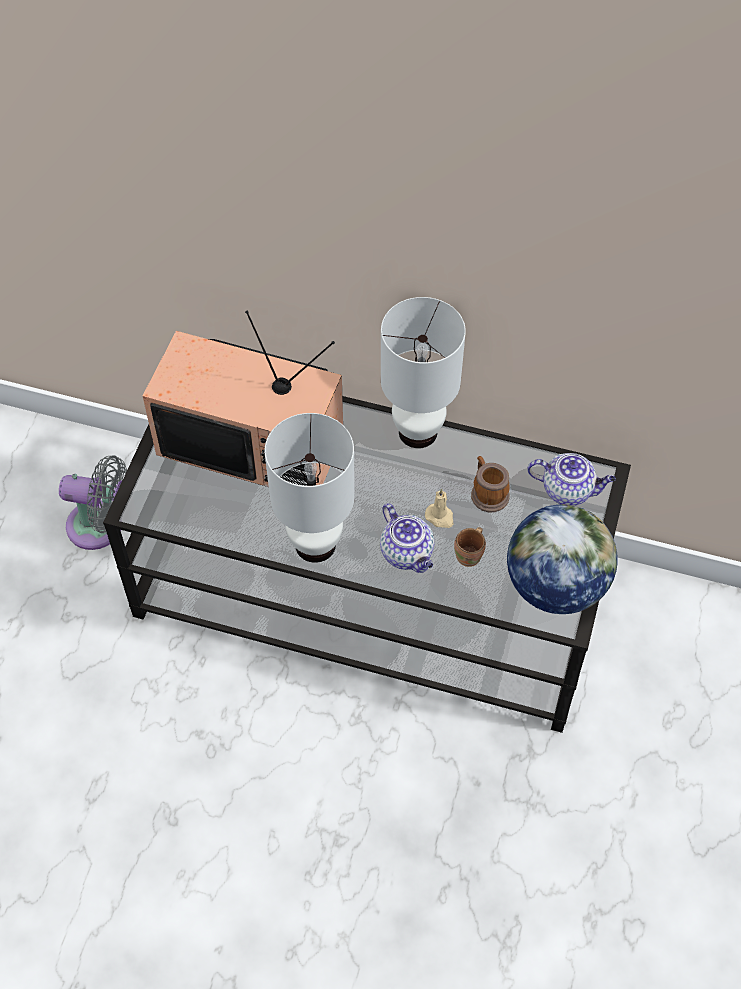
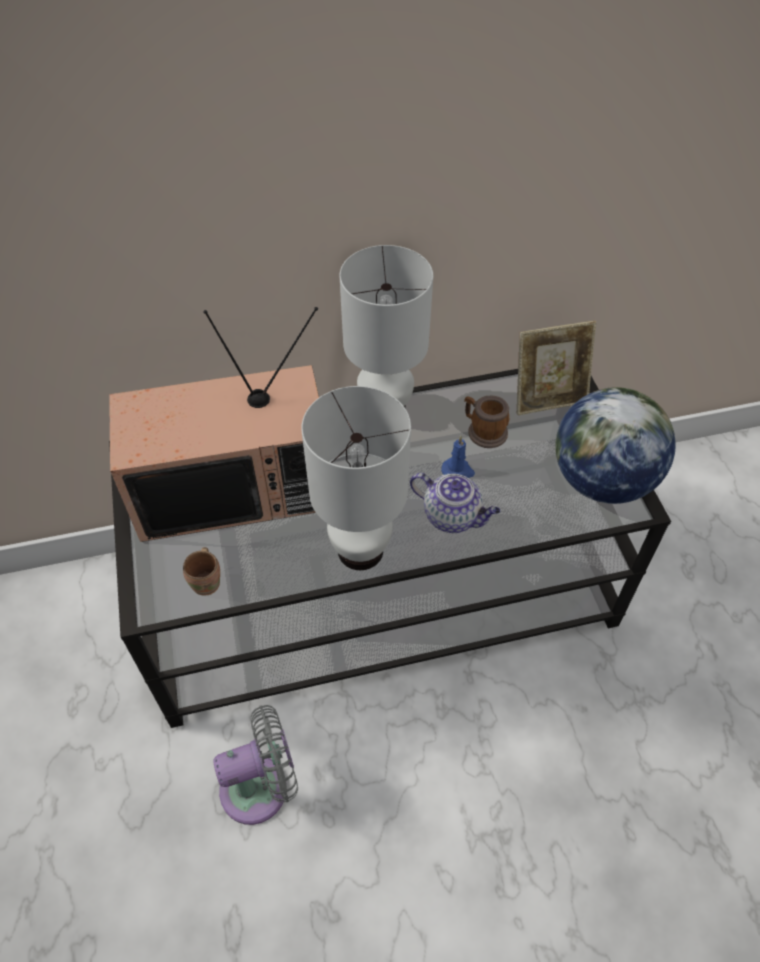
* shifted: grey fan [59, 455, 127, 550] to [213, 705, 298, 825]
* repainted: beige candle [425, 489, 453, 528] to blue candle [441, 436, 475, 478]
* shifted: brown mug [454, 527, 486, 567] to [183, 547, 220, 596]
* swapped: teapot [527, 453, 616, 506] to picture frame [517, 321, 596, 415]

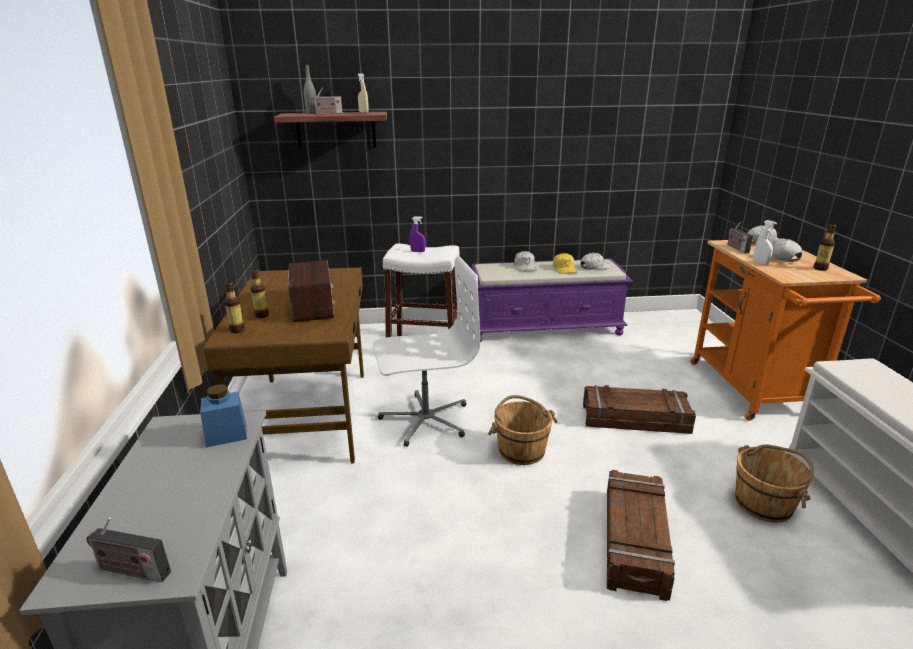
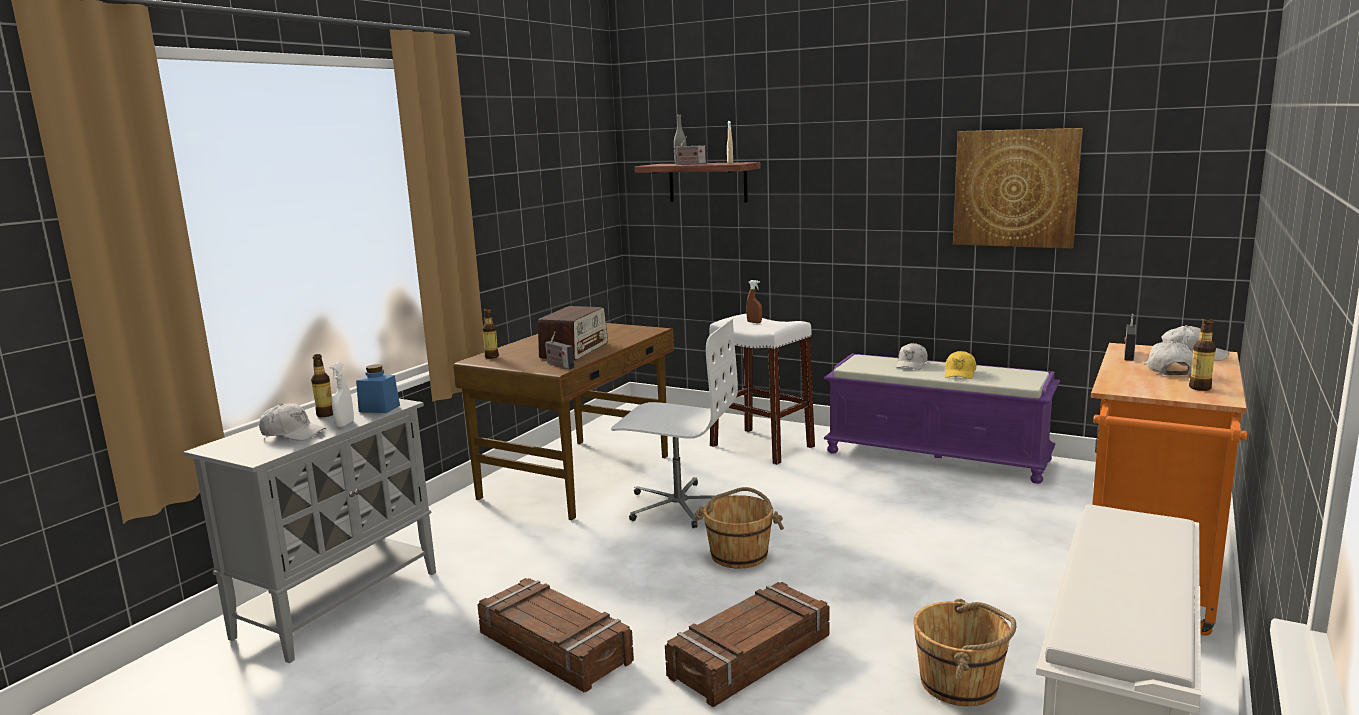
* shifted: radio [86, 518, 171, 582] to [545, 331, 574, 369]
* shifted: bottle [250, 269, 269, 318] to [311, 354, 333, 417]
* repainted: purple spray bottle [410, 216, 425, 252] to brown spray bottle [746, 280, 762, 323]
* shifted: white cap [581, 252, 611, 270] to [259, 403, 327, 441]
* shifted: crate [583, 385, 696, 434] to [477, 578, 634, 692]
* shifted: white spray bottle [753, 220, 777, 265] to [329, 363, 354, 427]
* new: picture [953, 128, 1083, 249]

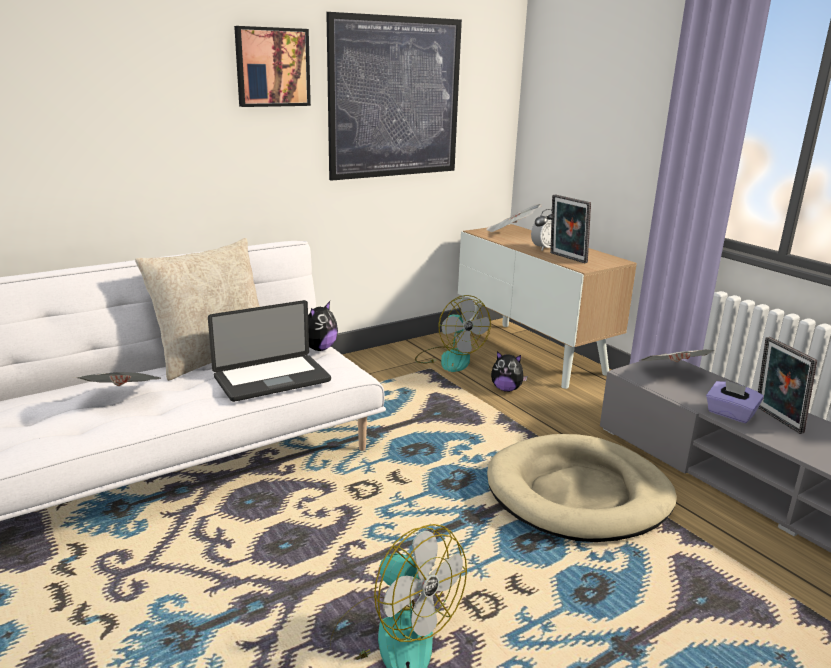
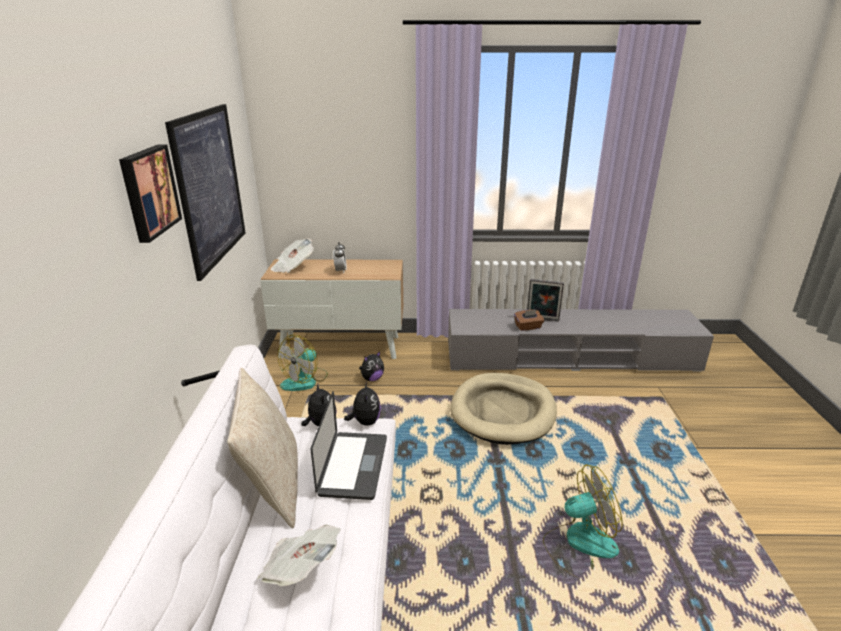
* rotated: fan [415, 295, 491, 372] = [278, 335, 328, 391] 120 degrees clockwise
* gone: picture frame [550, 194, 591, 263]
* gone: newspaper [639, 350, 714, 362]
* repainted: purple tissue box [706, 380, 764, 423] to brown tissue box [514, 310, 544, 331]
* new: plush toy [344, 381, 381, 426]

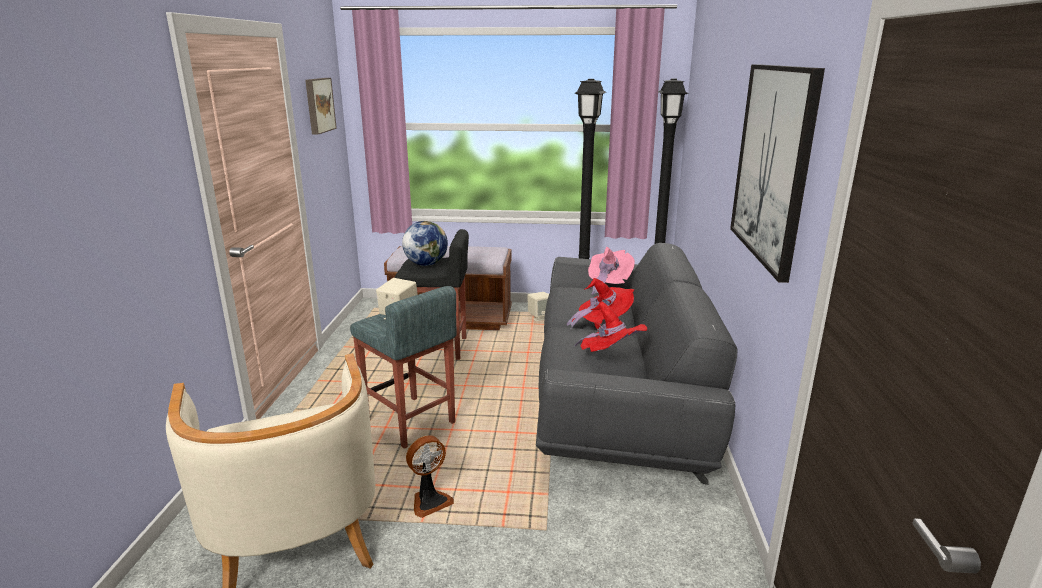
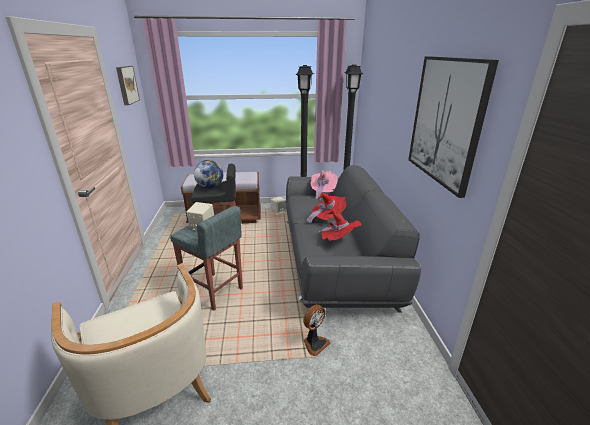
* shifted: fan [406, 435, 454, 518] to [303, 305, 330, 356]

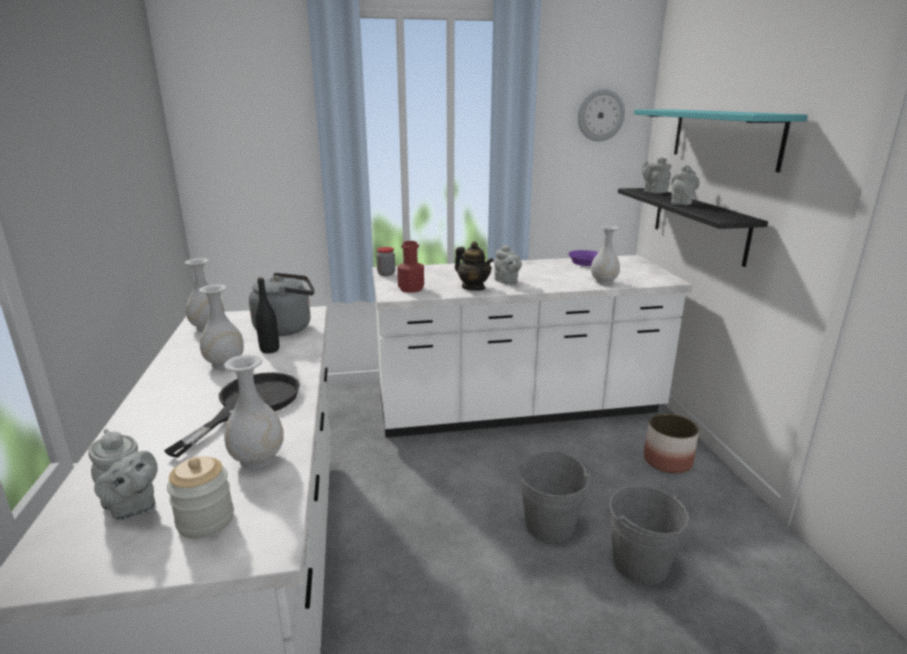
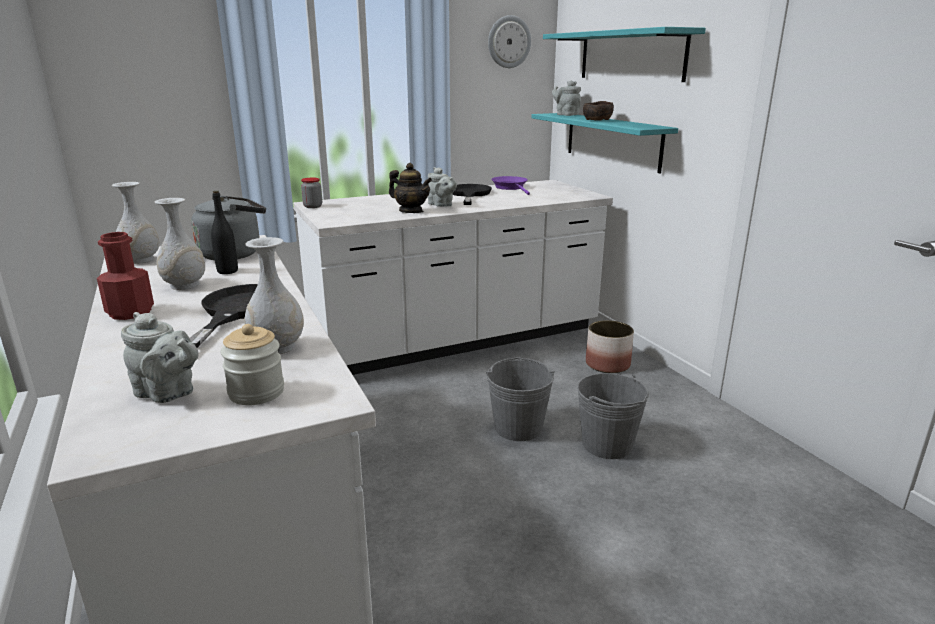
* shifted: red bottle [397, 241, 424, 293] to [97, 232, 154, 320]
* gone: white vase [591, 226, 620, 285]
* repainted: black shelf [618, 188, 768, 267] to turquoise shelf [531, 113, 678, 173]
* swapped: grey teapot [671, 165, 699, 205] to brown bowl [583, 101, 614, 121]
* new: black frying pan [452, 184, 492, 205]

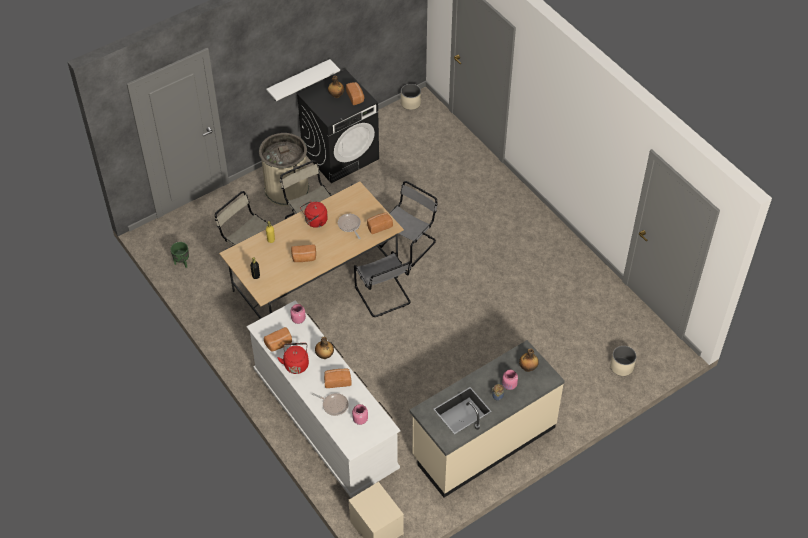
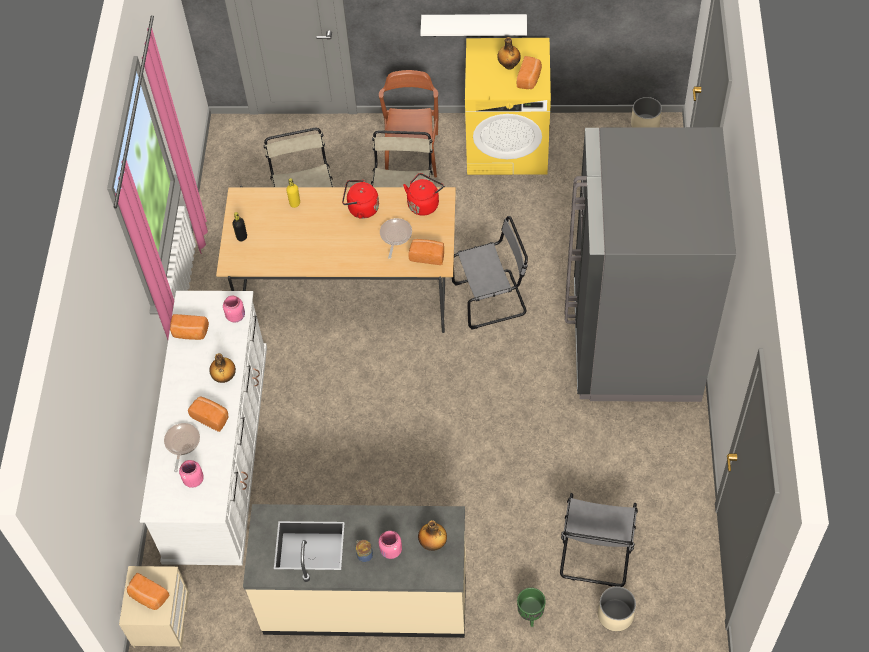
* shifted: green planter [170, 242, 189, 268] to [517, 588, 546, 627]
* swapped: beige trash can [259, 133, 309, 206] to brown chair [379, 70, 438, 178]
* shifted: red kettle [278, 343, 309, 374] to [403, 173, 444, 216]
* shifted: bread [291, 245, 316, 262] to [127, 573, 169, 610]
* repainted: black washing machine [296, 69, 379, 183] to yellow washing machine [465, 38, 551, 175]
* rotated: frying pan [312, 393, 349, 416] = [164, 423, 200, 472] 150 degrees counterclockwise
* shifted: grey chair [354, 251, 412, 317] to [560, 493, 638, 587]
* new: grey fridge [564, 127, 736, 402]

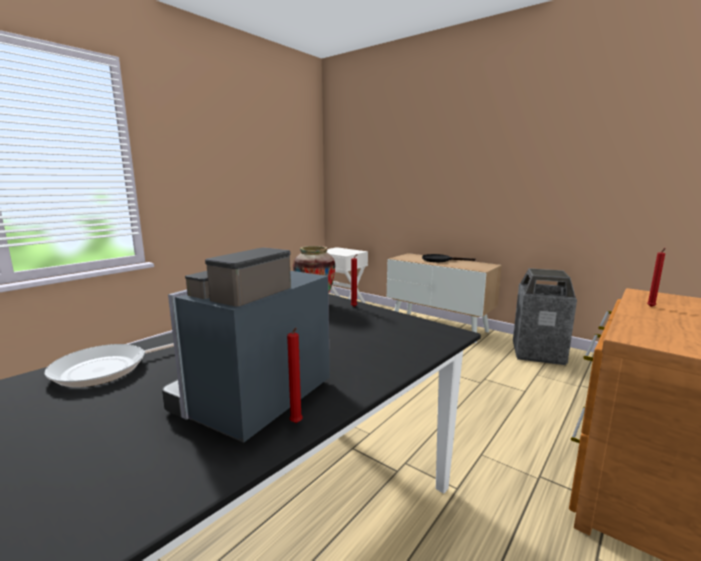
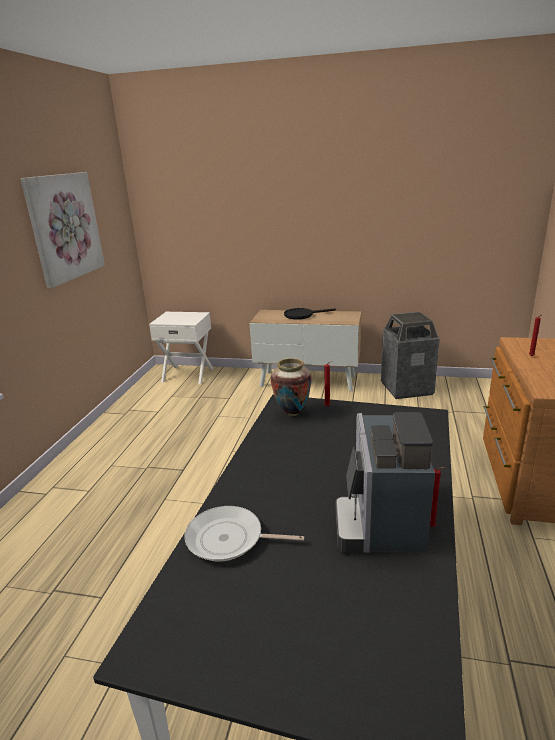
* rotated: frying pan [44, 343, 174, 387] = [185, 506, 304, 561] 75 degrees clockwise
* new: picture [20, 172, 105, 288]

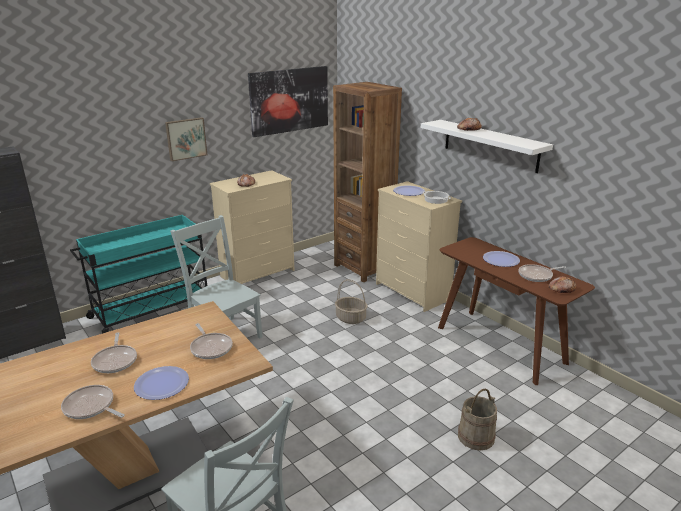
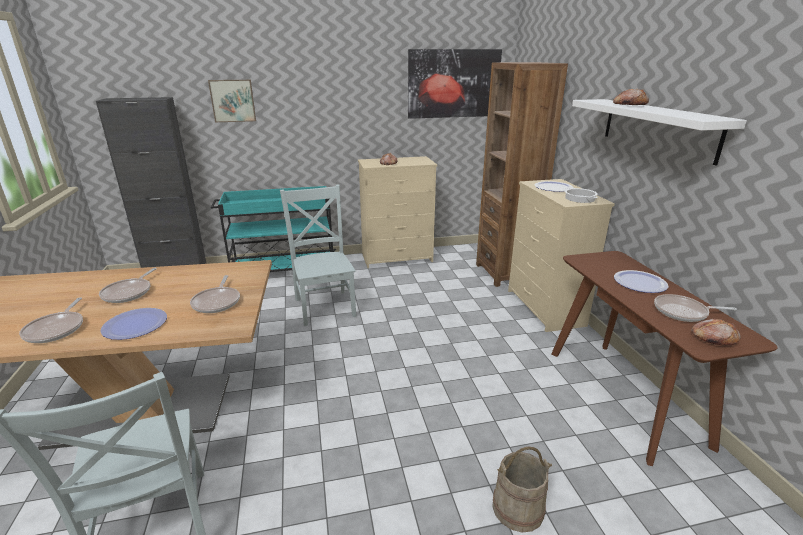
* rotated: frying pan [61, 385, 125, 419] = [19, 297, 83, 343] 150 degrees counterclockwise
* shifted: picture [165, 117, 207, 161] to [208, 80, 256, 122]
* gone: basket [335, 279, 367, 324]

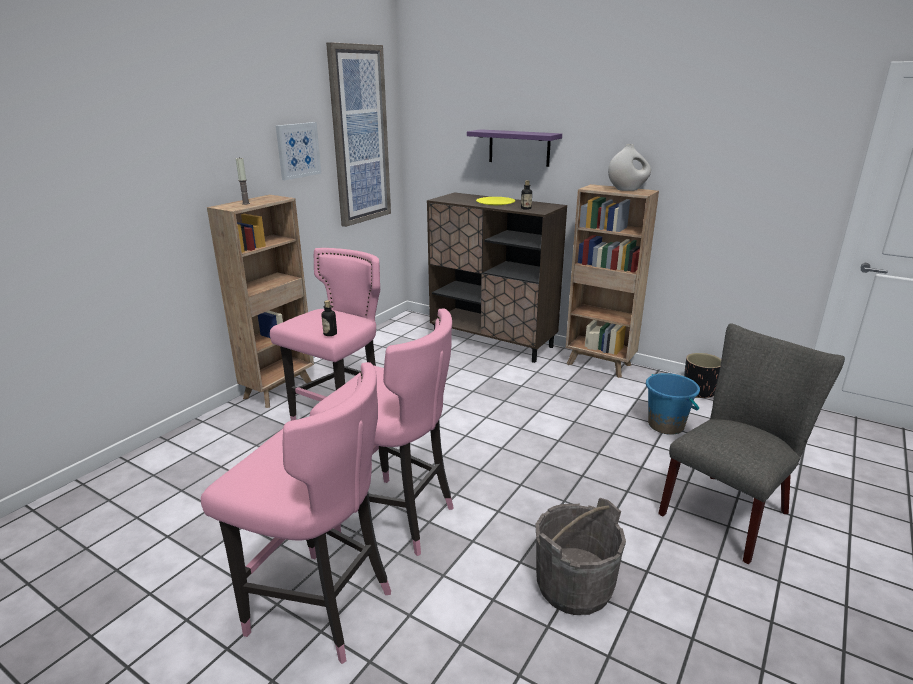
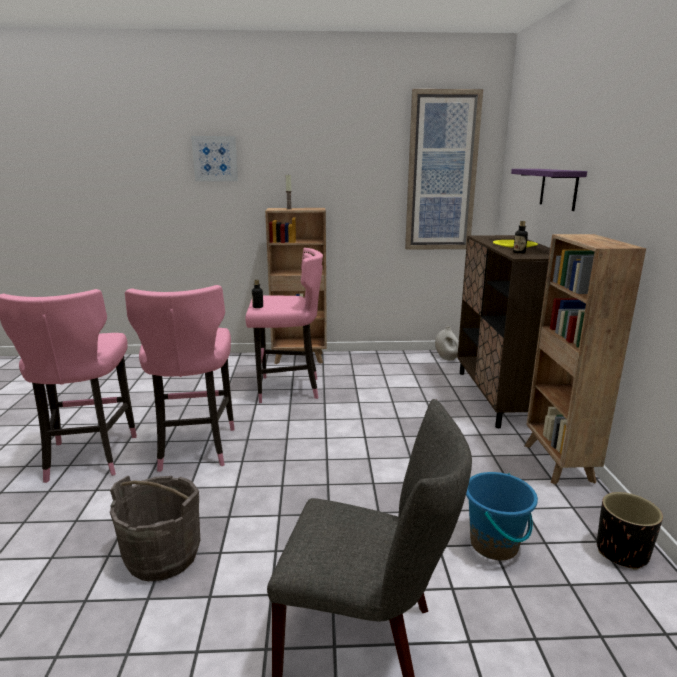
* shifted: picture [276, 122, 321, 180] to [191, 136, 238, 181]
* shifted: white vase [608, 144, 651, 191] to [435, 326, 459, 361]

